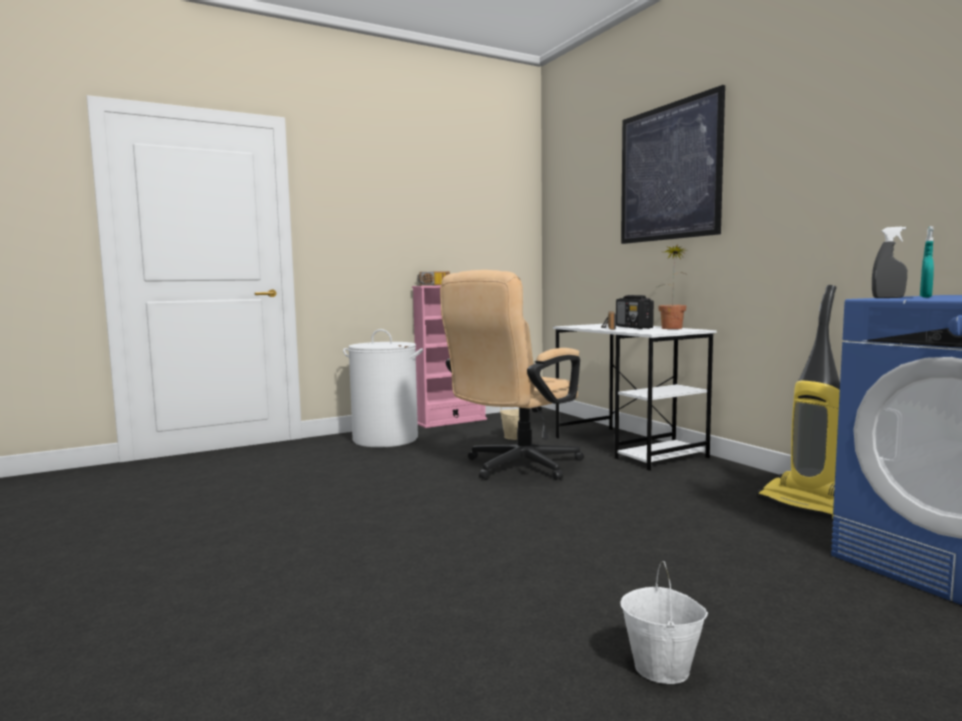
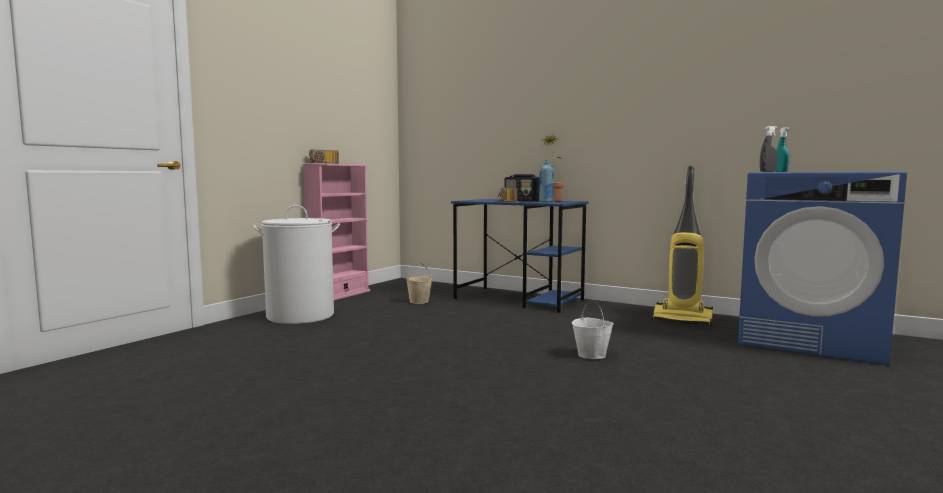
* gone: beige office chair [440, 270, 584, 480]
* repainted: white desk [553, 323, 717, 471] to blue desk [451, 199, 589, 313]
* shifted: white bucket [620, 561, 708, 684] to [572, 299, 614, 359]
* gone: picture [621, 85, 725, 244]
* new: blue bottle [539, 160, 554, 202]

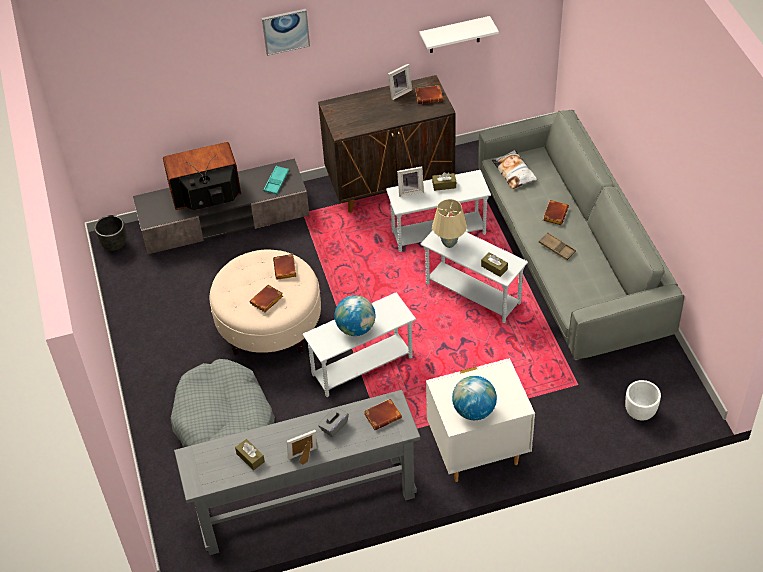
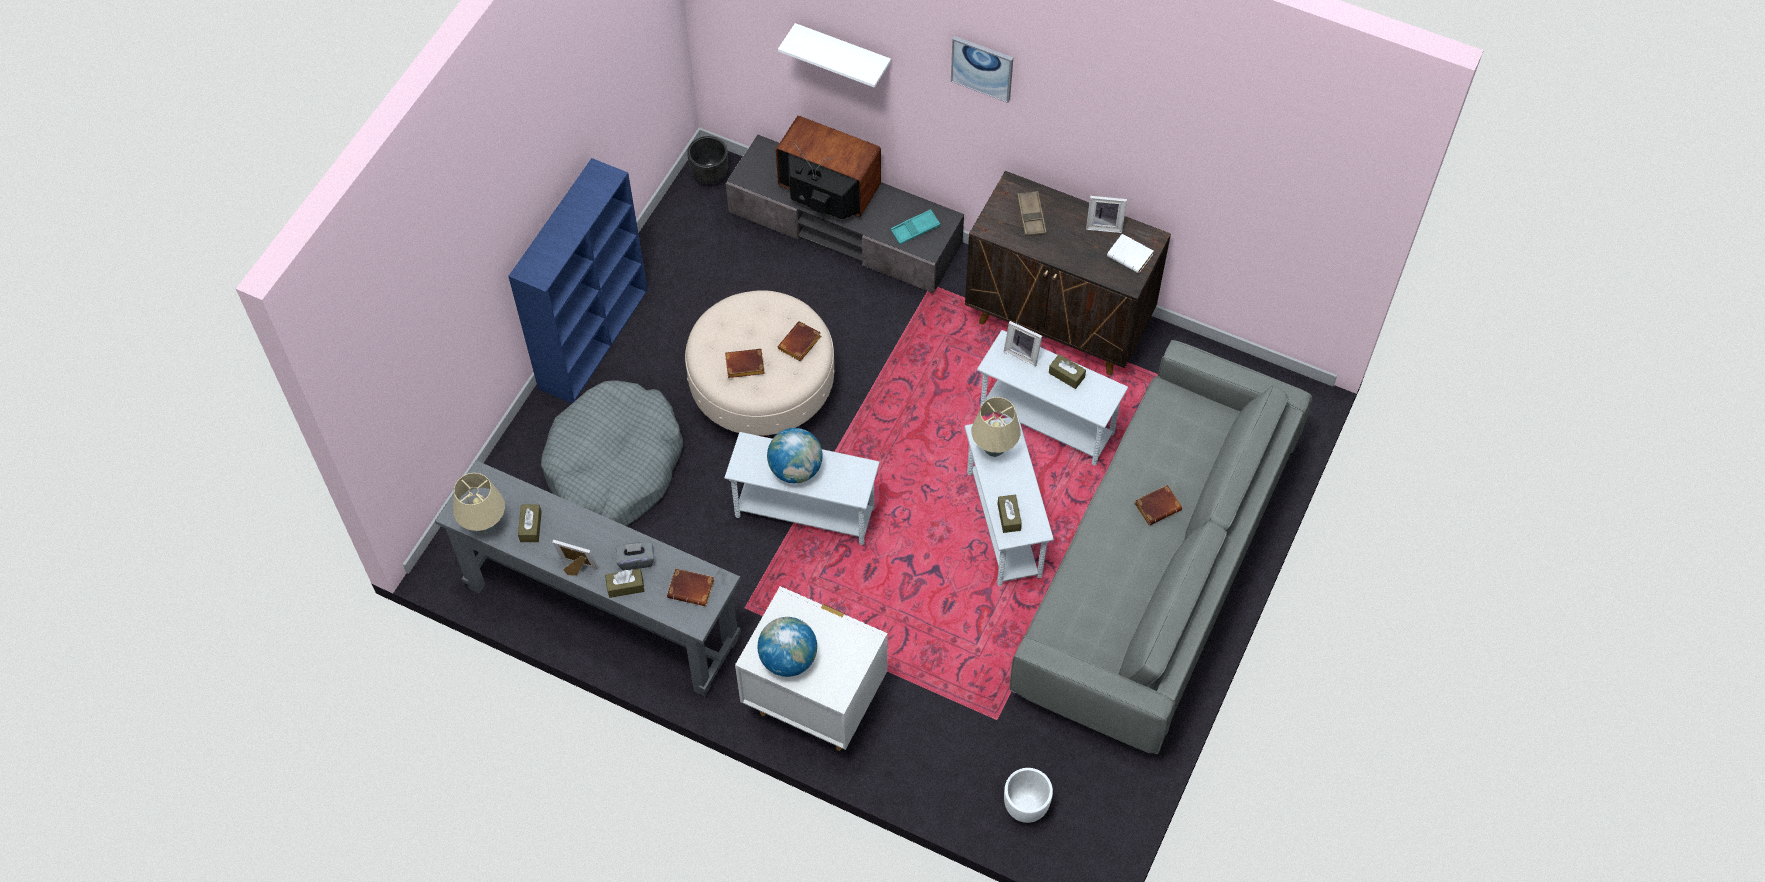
* repainted: brown book [415, 85, 443, 104] to white book [1107, 234, 1153, 273]
* shifted: white shelf [420, 16, 499, 53] to [778, 23, 891, 88]
* gone: pillow [492, 150, 537, 189]
* shifted: brown tray [539, 232, 576, 260] to [1017, 191, 1046, 236]
* new: beige table lamp [453, 473, 505, 533]
* new: blue bookcase [508, 158, 648, 403]
* new: brown tissue box [605, 569, 644, 598]

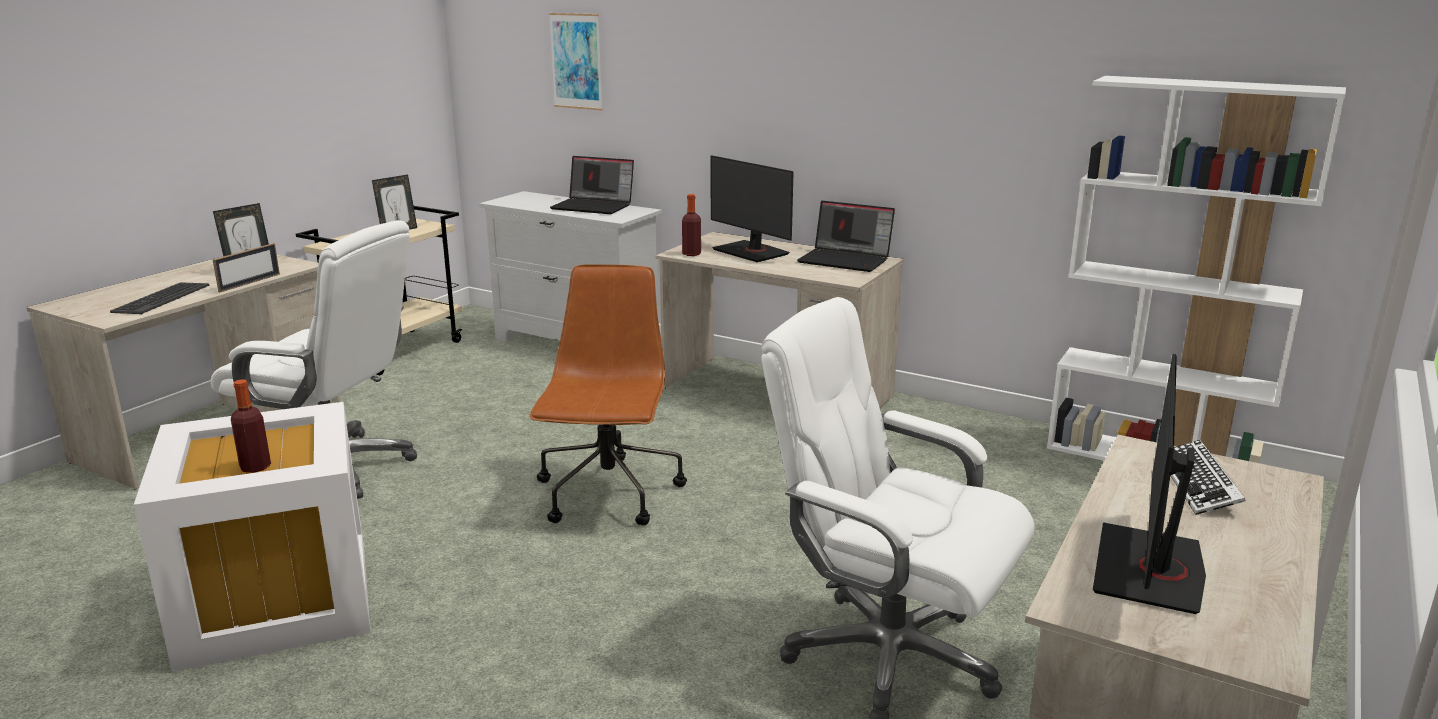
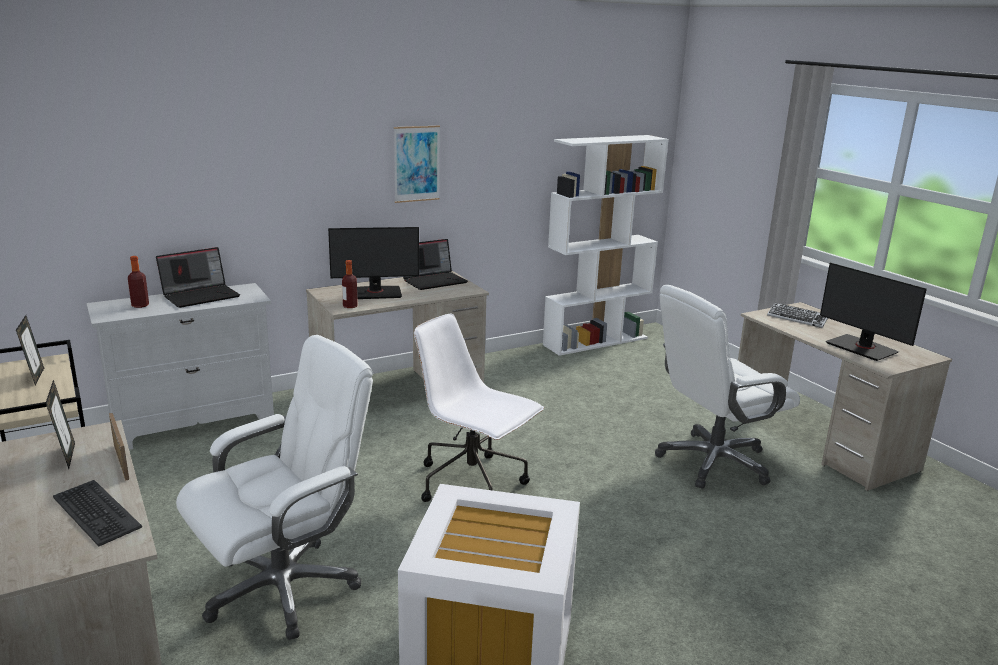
* shifted: bottle [231, 379, 271, 473] to [128, 256, 149, 308]
* repainted: brown office chair [530, 264, 687, 525] to white office chair [414, 314, 544, 502]
* shifted: picture [549, 13, 603, 110] to [394, 126, 440, 203]

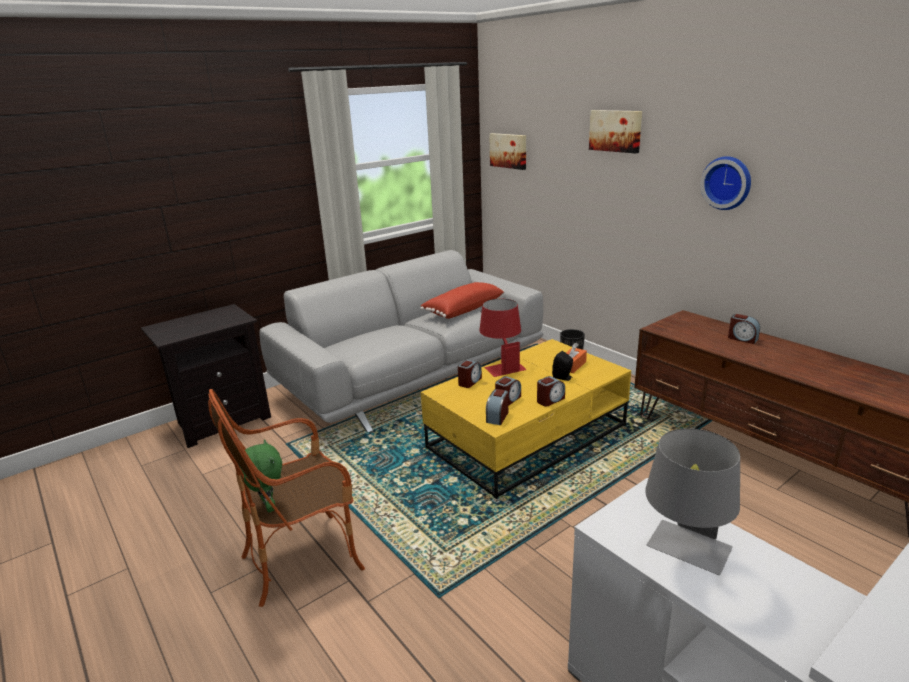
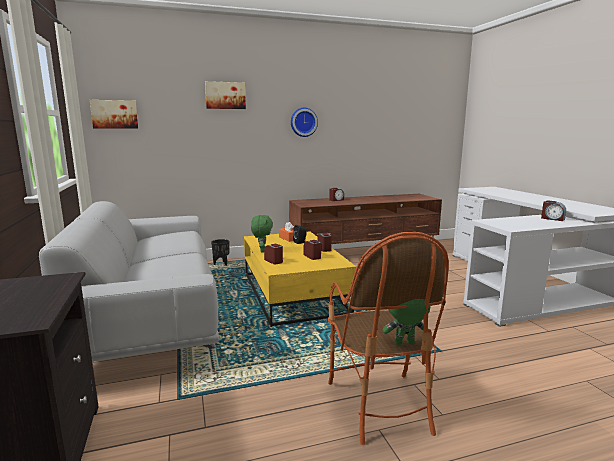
* gone: red pillow [420, 282, 505, 319]
* swapped: red table lamp [479, 299, 527, 377] to green plush toy [251, 215, 273, 253]
* shifted: alarm clock [486, 389, 508, 425] to [541, 200, 566, 221]
* gone: grey table lamp [645, 428, 740, 575]

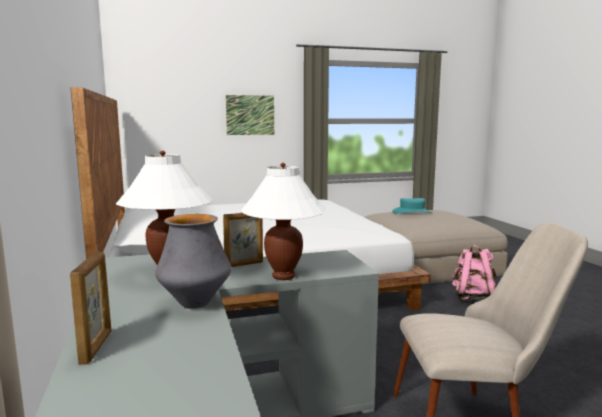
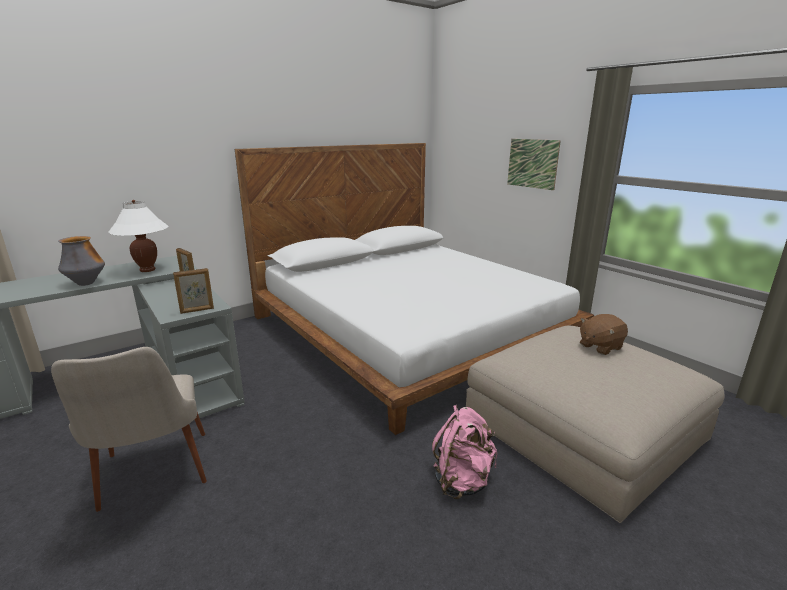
* shifted: picture frame [70, 252, 111, 365] to [173, 268, 214, 314]
* gone: white table lamp [240, 163, 326, 280]
* swapped: turquoise hat [392, 198, 432, 214] to brown plush toy [580, 314, 628, 355]

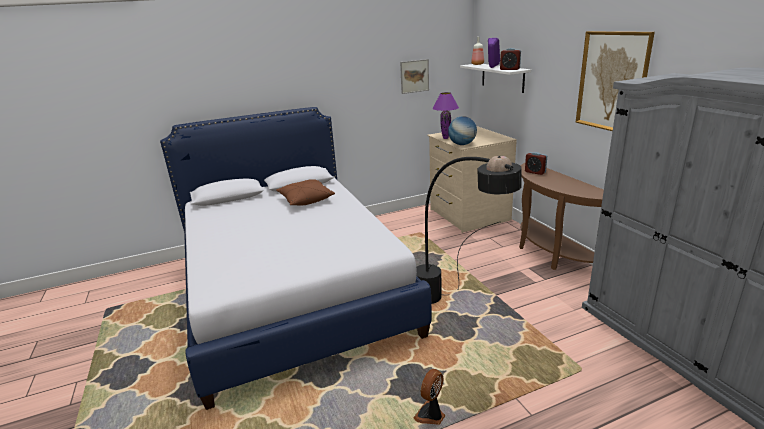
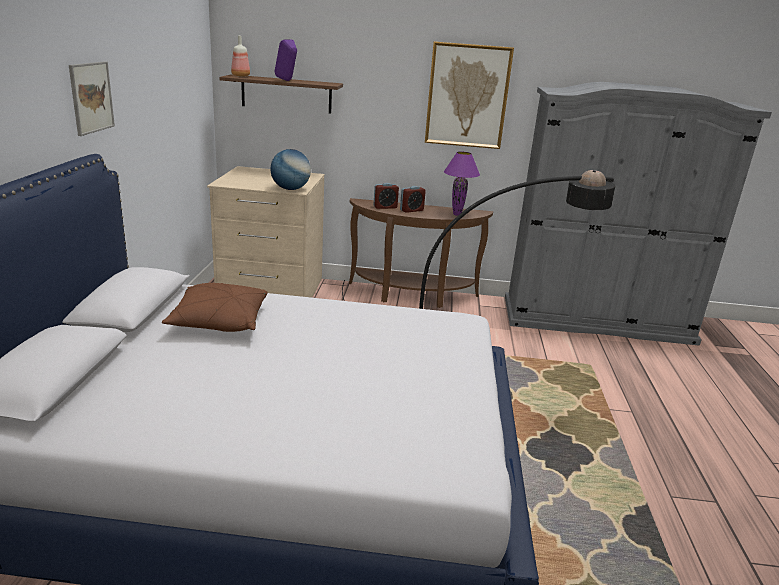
* shifted: picture [400, 59, 429, 94] to [69, 61, 115, 136]
* gone: fan [413, 369, 445, 425]
* shifted: purple table lamp [433, 92, 459, 139] to [444, 151, 480, 216]
* repainted: white shelf [460, 64, 531, 93] to brown shelf [220, 75, 343, 114]
* shifted: alarm clock [500, 48, 521, 70] to [400, 186, 426, 213]

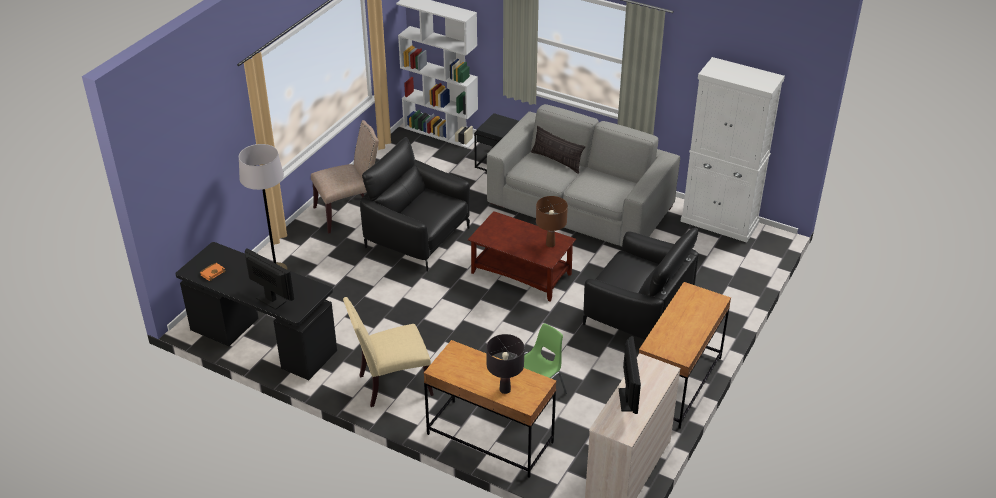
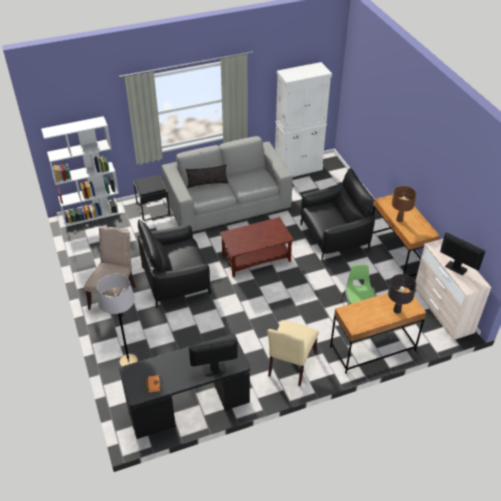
* shifted: brown table lamp [536, 196, 568, 247] to [392, 186, 416, 222]

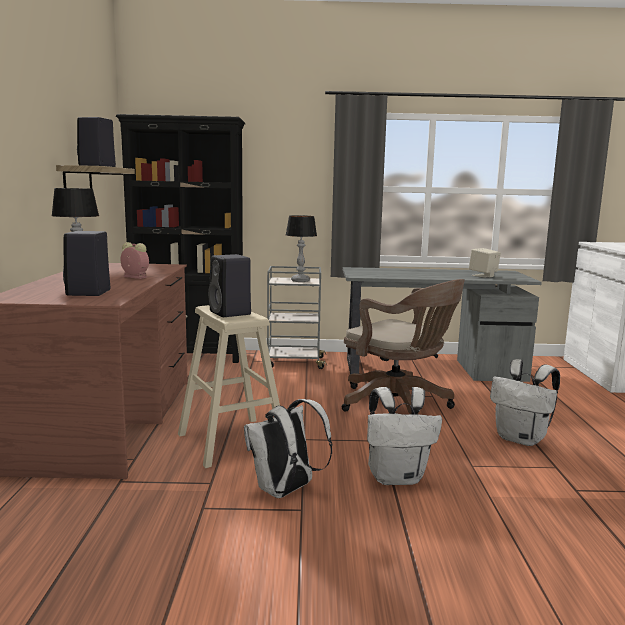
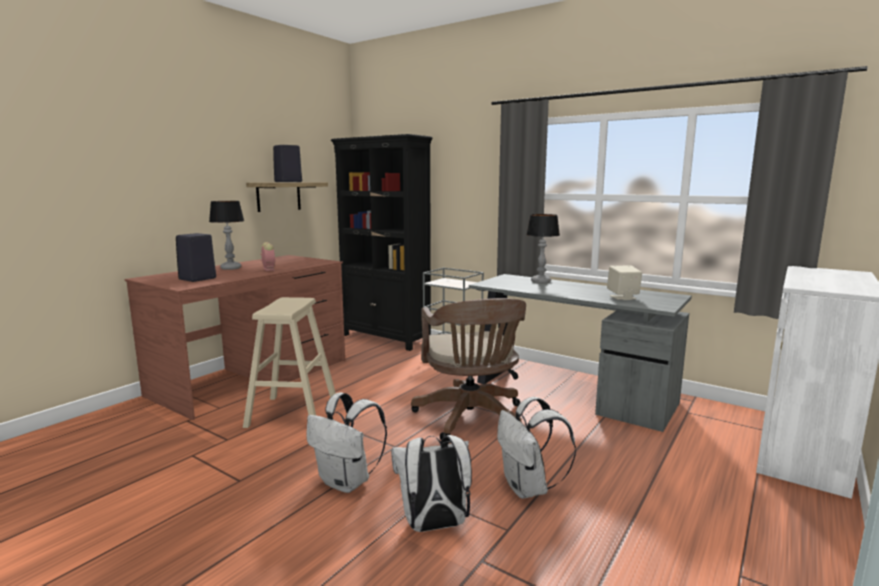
* gone: black speaker [208, 254, 251, 317]
* shifted: white backpack [244, 399, 332, 498] to [391, 435, 472, 532]
* shifted: table lamp [286, 215, 317, 282] to [526, 214, 560, 284]

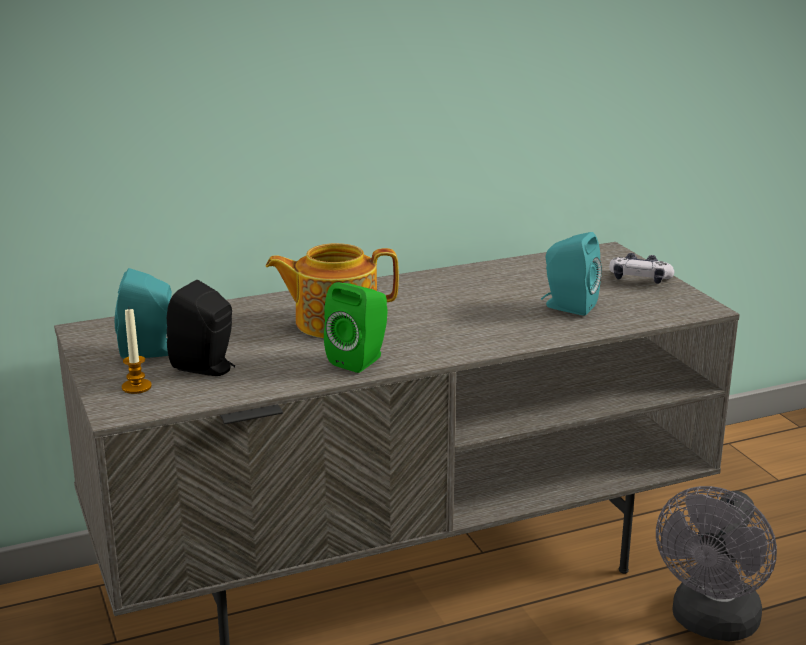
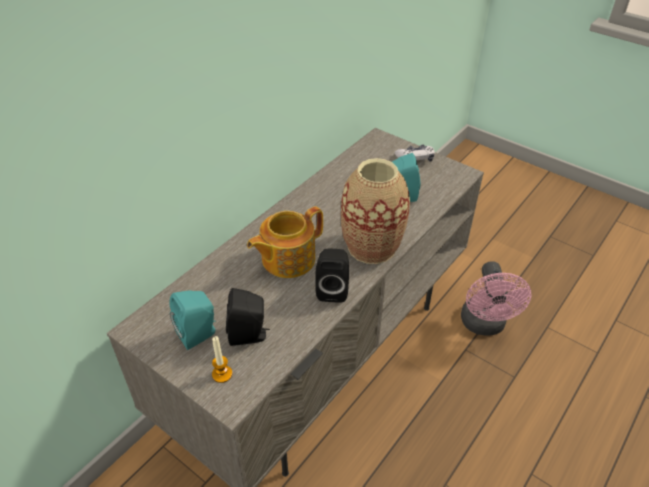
* repainted: green speaker [324, 283, 387, 373] to black speaker [315, 248, 349, 303]
* repainted: grey fan [656, 486, 777, 641] to pink fan [461, 261, 531, 336]
* new: vase [341, 158, 410, 264]

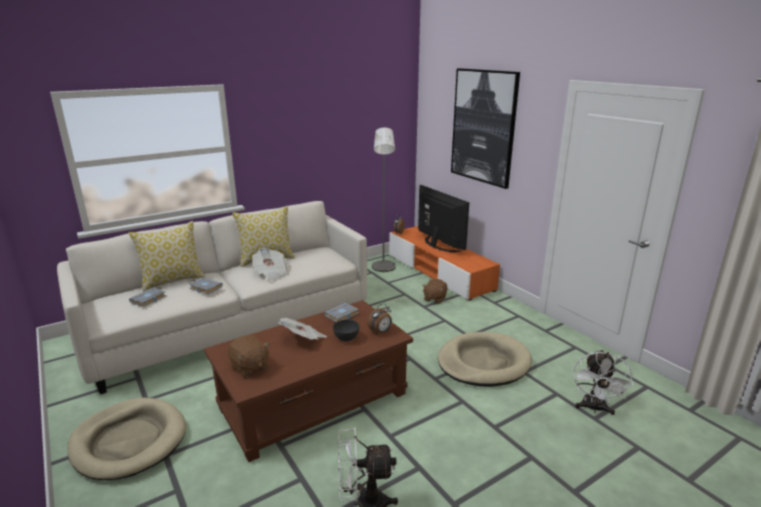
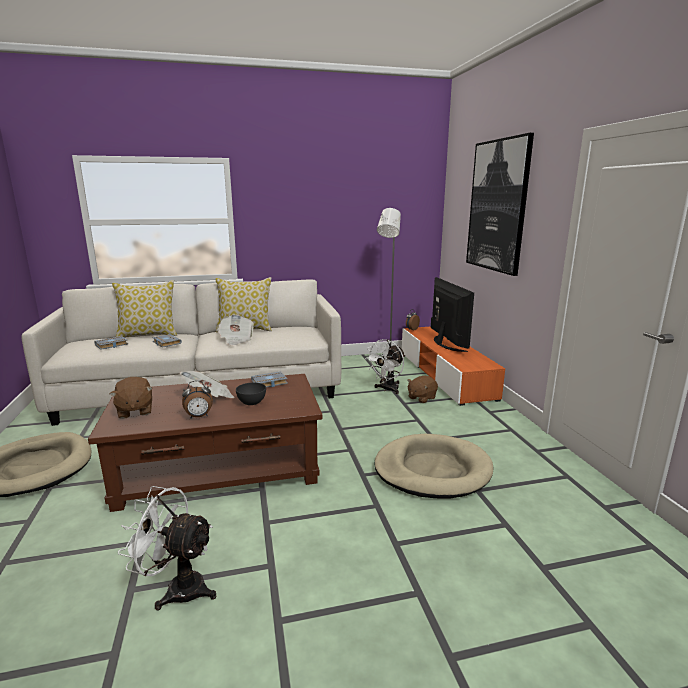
* shifted: alarm clock [368, 303, 392, 335] to [182, 380, 213, 418]
* shifted: white fan [573, 350, 633, 415] to [365, 339, 405, 394]

